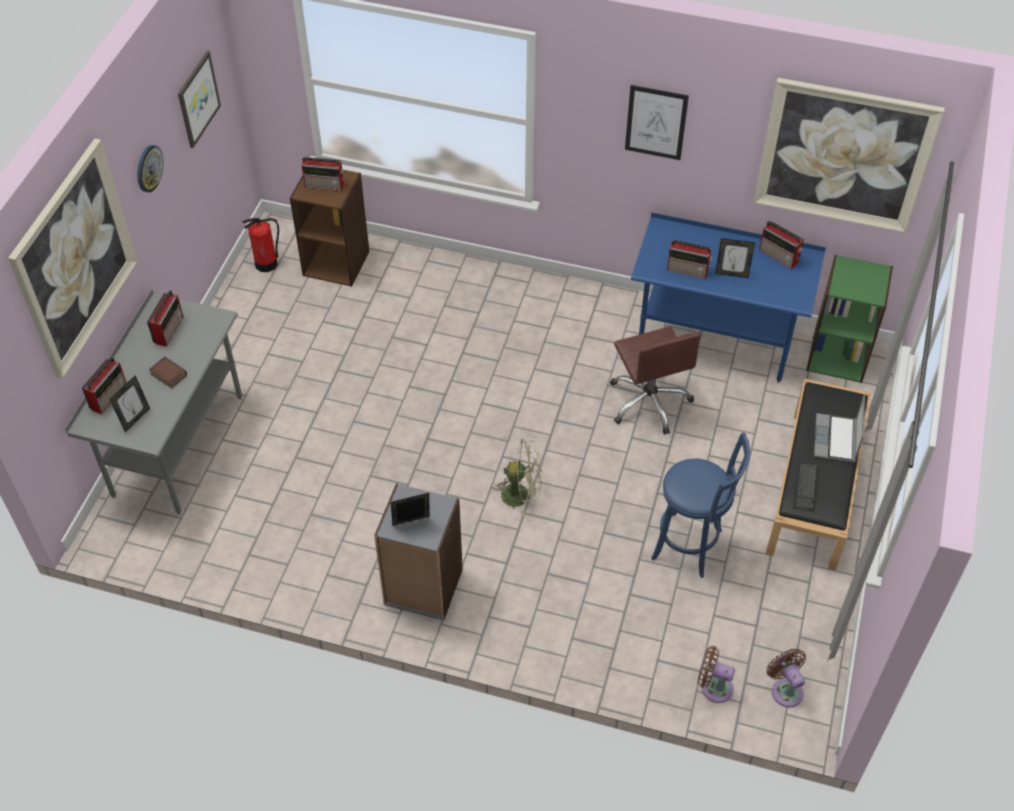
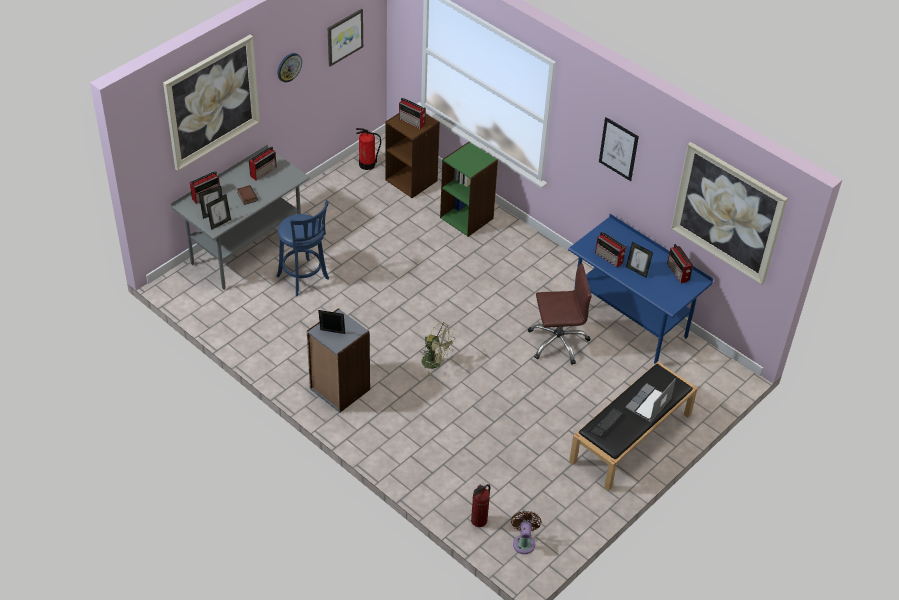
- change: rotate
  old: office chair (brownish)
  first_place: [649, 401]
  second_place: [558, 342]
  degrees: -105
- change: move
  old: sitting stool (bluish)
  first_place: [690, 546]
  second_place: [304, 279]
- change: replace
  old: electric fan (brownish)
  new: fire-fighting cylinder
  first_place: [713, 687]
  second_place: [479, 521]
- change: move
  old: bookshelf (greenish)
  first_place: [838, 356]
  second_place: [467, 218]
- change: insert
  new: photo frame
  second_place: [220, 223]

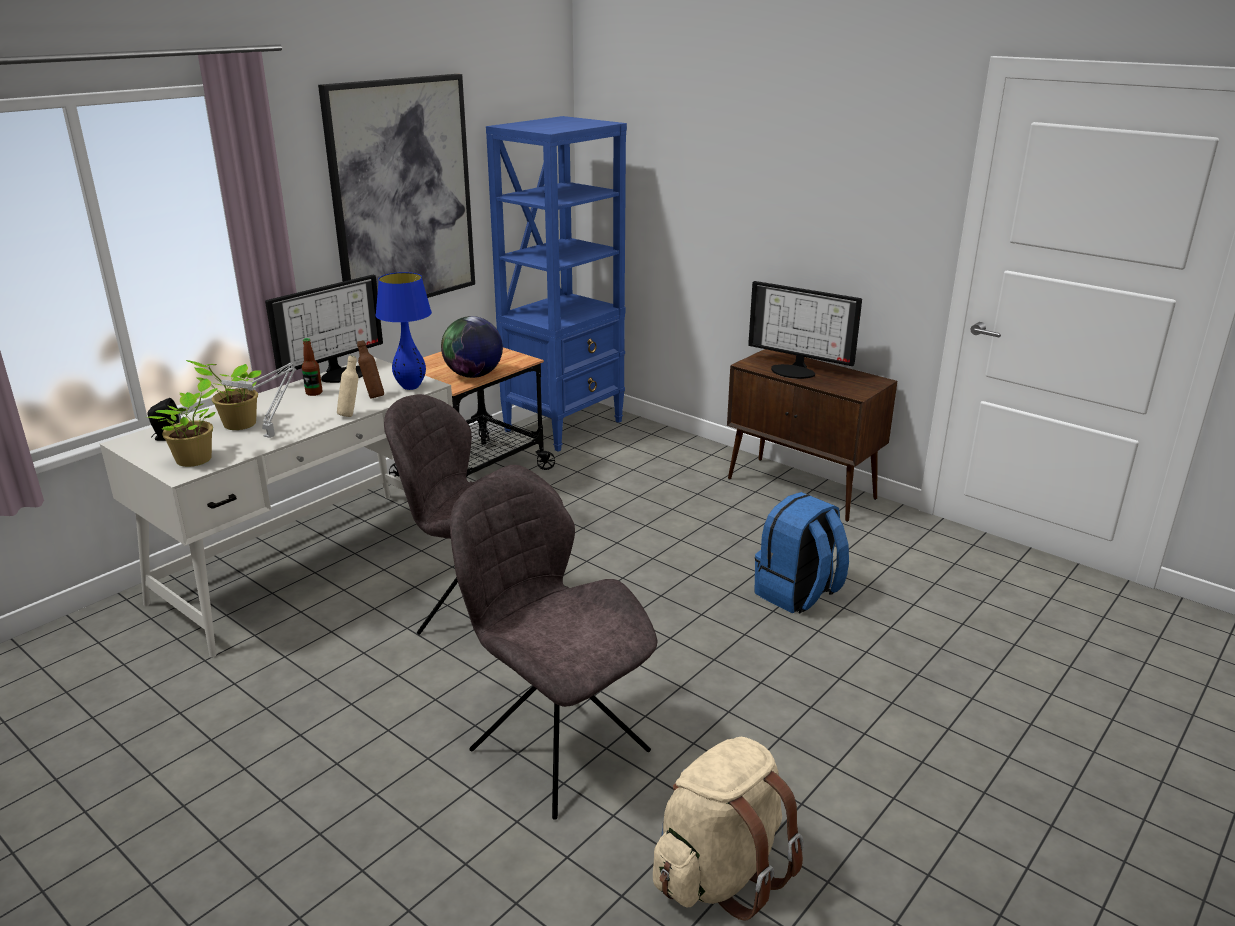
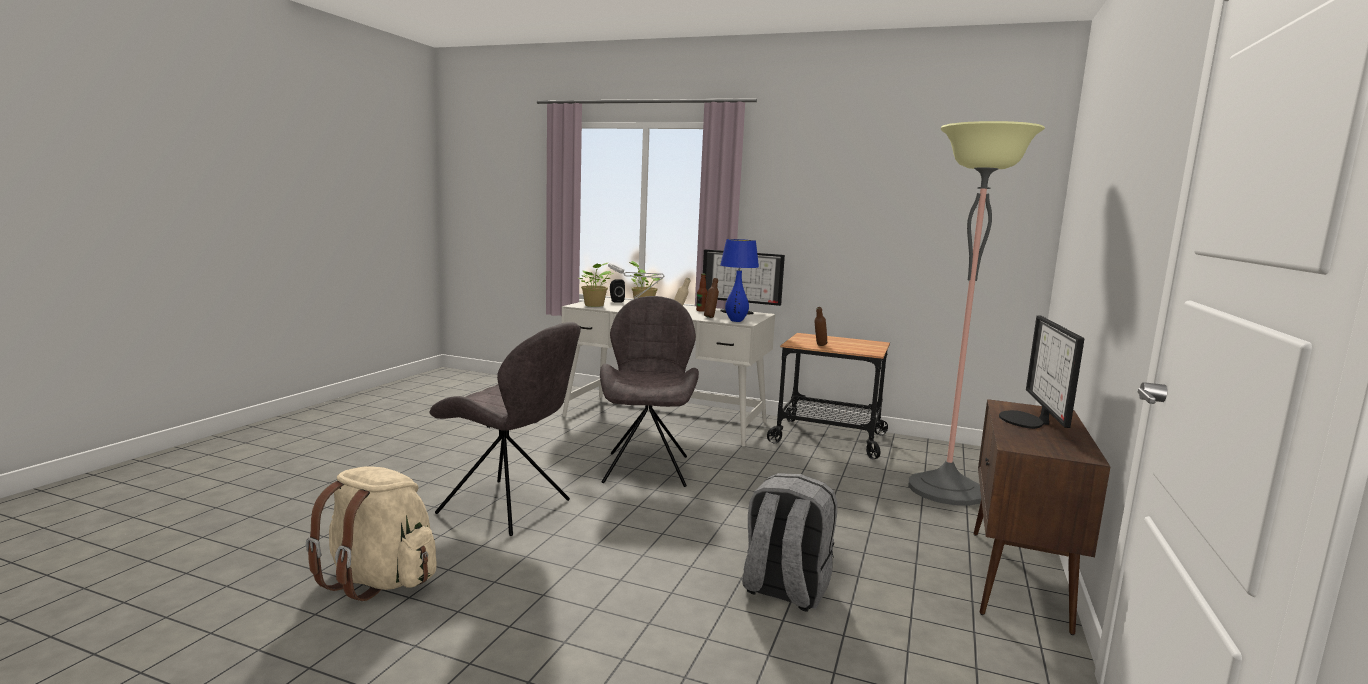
- change: delete
  old: picture
  first_place: [402, 194]
- change: replace
  old: world globe
  new: drink bottle (brownish)
  first_place: [473, 375]
  second_place: [819, 346]
- change: rotate
  old: chair (gray)
  first_place: [555, 747]
  second_place: [508, 508]
  degrees: 90
- change: delete
  old: bookshelf (bluish)
  first_place: [565, 425]
- change: recolor
  old: knapsack (bluish)
  new: knapsack (gray)
  first_place: [798, 594]
  second_place: [784, 590]
- change: insert
  new: standard lamp
  second_place: [946, 490]

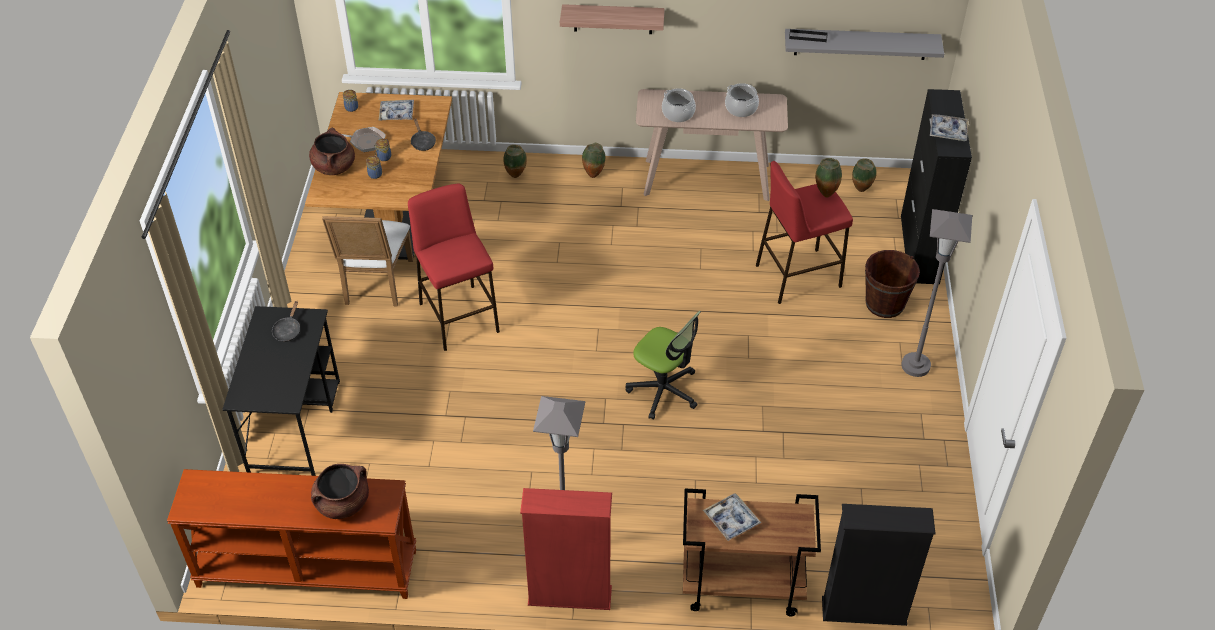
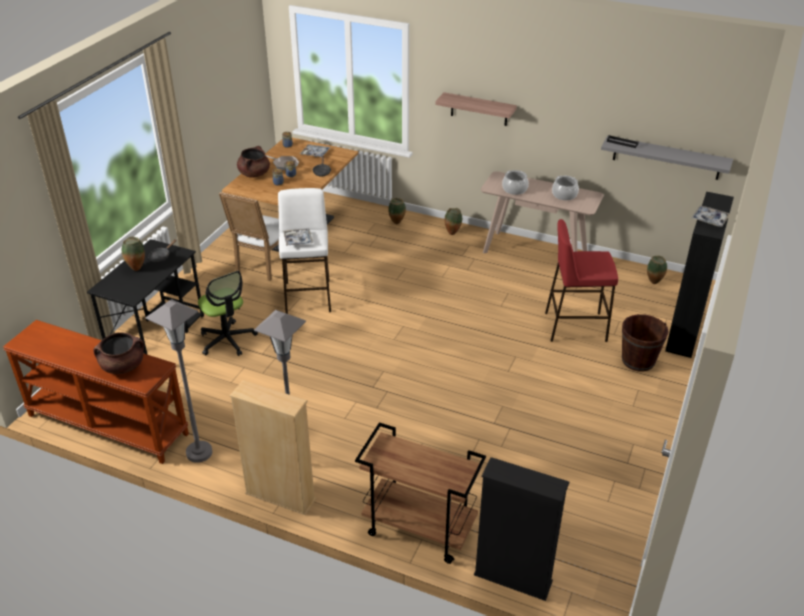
- change: recolor
  old: sitting stool (red-coloured)
  new: sitting stool (white-coloured)
  first_place: [459, 317]
  second_place: [308, 296]
- change: recolor
  old: bookshelf (red-coloured)
  new: bookshelf (sand-coloured)
  first_place: [570, 596]
  second_place: [280, 496]
- change: move
  old: office chair
  first_place: [664, 390]
  second_place: [227, 340]
- change: move
  old: serving tray
  first_place: [731, 520]
  second_place: [298, 240]
- change: move
  old: flower vase
  first_place: [825, 194]
  second_place: [136, 268]
- change: move
  old: standard lamp (gray)
  first_place: [915, 366]
  second_place: [199, 453]

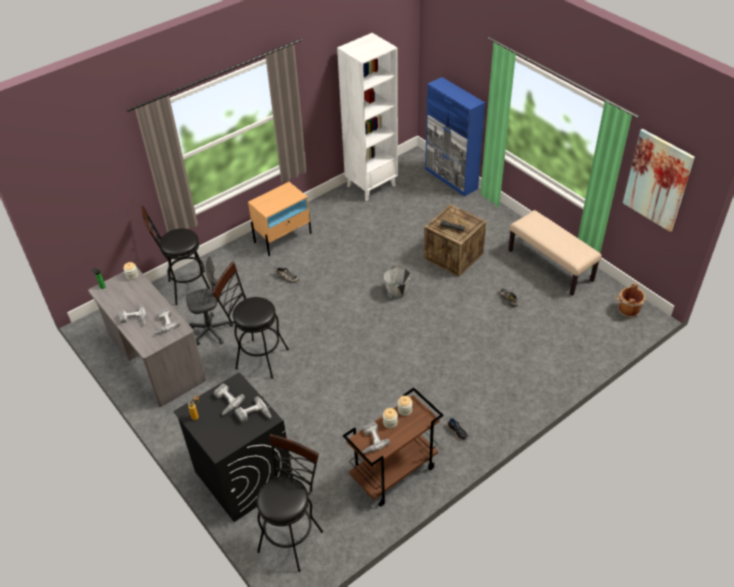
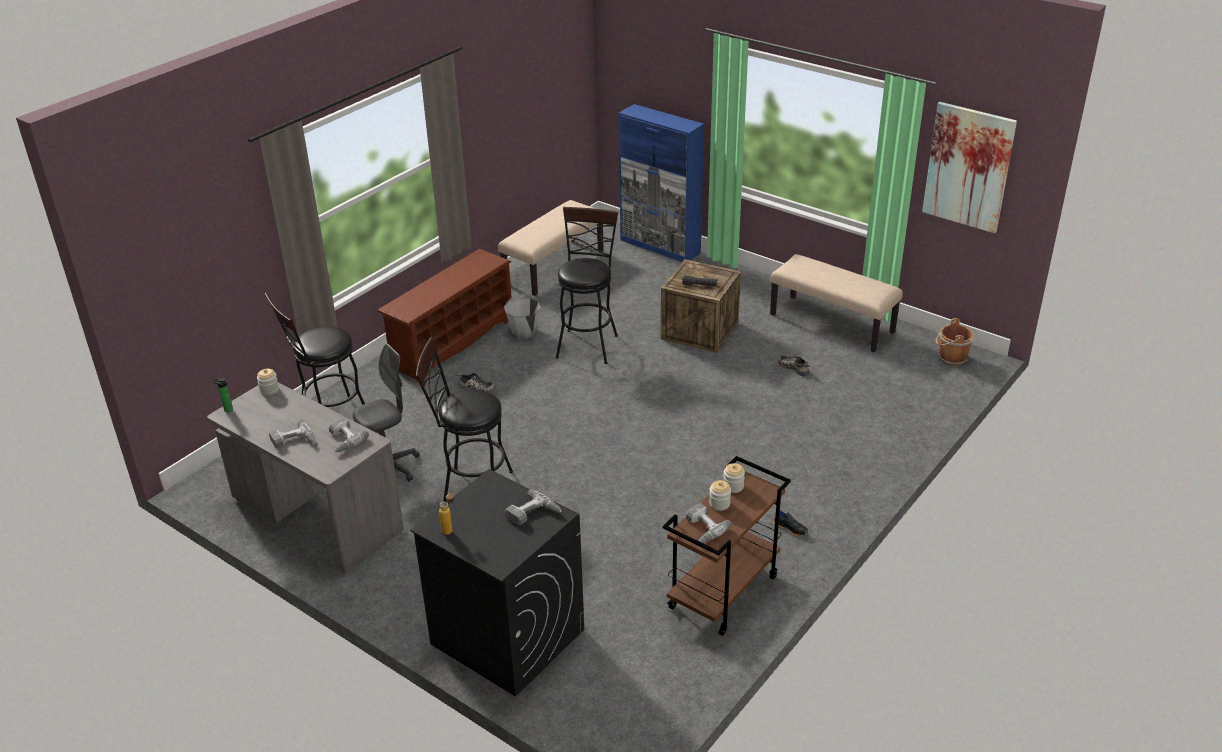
- change: delete
  old: power drill
  first_place: [225, 402]
- change: replace
  old: nightstand (sand-coloured)
  new: shoe shelf (brownish)
  first_place: [283, 237]
  second_place: [452, 342]
- change: move
  old: sitting stool (black)
  first_place: [293, 536]
  second_place: [588, 343]
- change: replace
  old: bookshelf (white-coloured)
  new: bench (sand-coloured)
  first_place: [371, 185]
  second_place: [553, 267]
- change: move
  old: pail (gray)
  first_place: [397, 292]
  second_place: [524, 332]

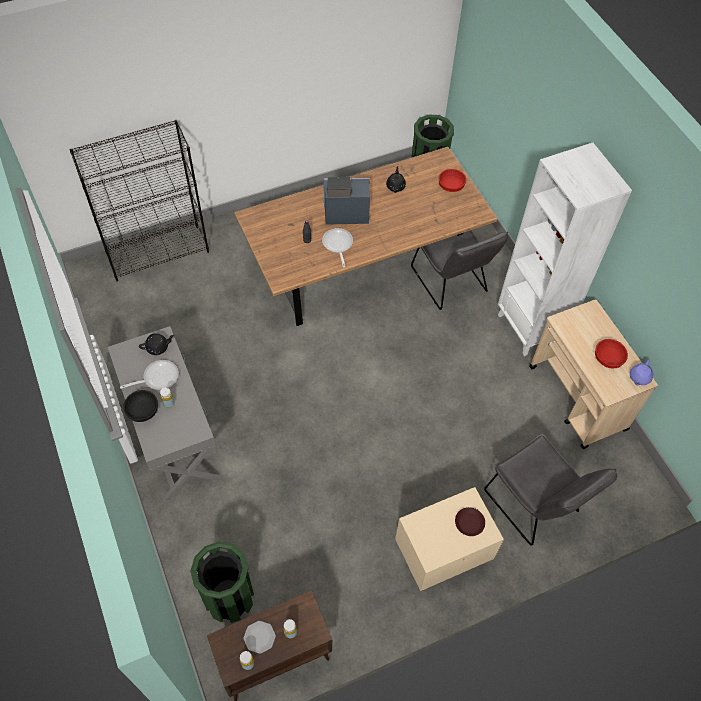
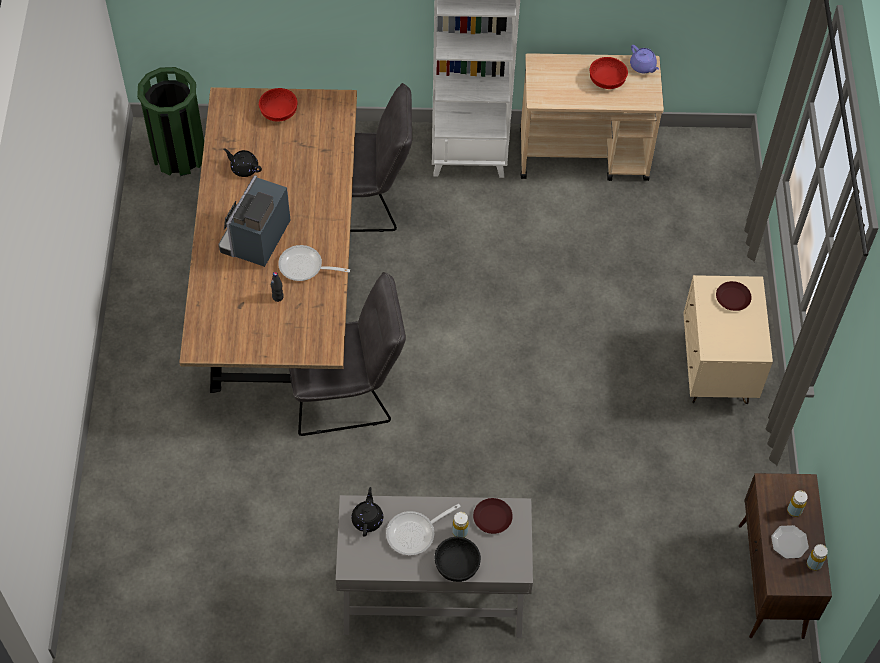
- change: delete
  old: bookshelf (black)
  first_place: [158, 253]
- change: rotate
  old: skillet
  first_place: [157, 378]
  second_place: [415, 533]
  degrees: -120
- change: delete
  old: rubbish bin (greenish)
  first_place: [229, 598]
- change: move
  old: chair (gray)
  first_place: [535, 506]
  second_place: [348, 393]
- change: insert
  new: dinner plate (brownish)
  second_place: [492, 518]

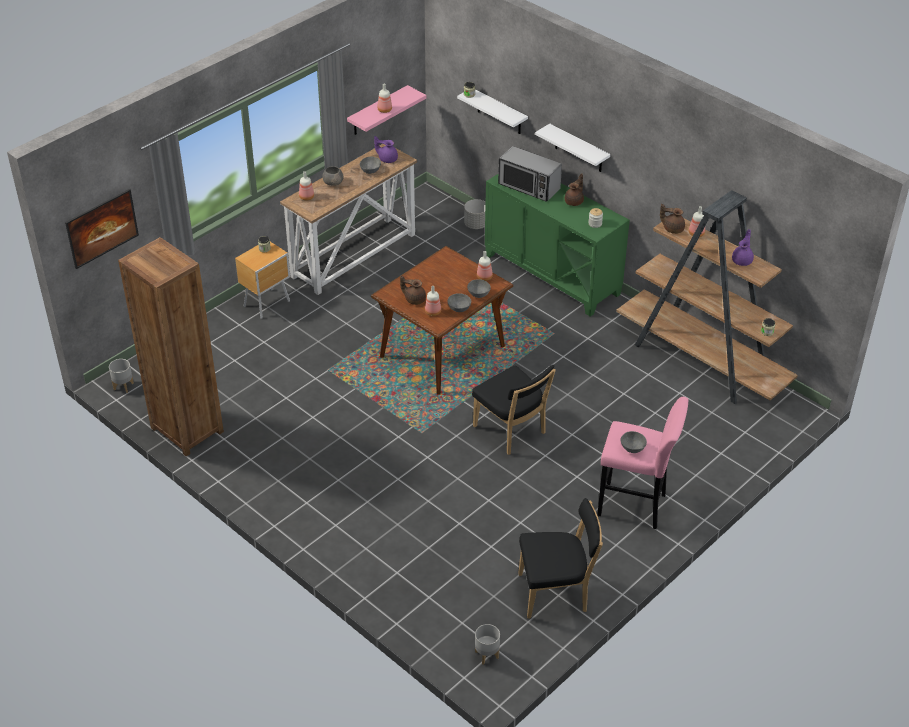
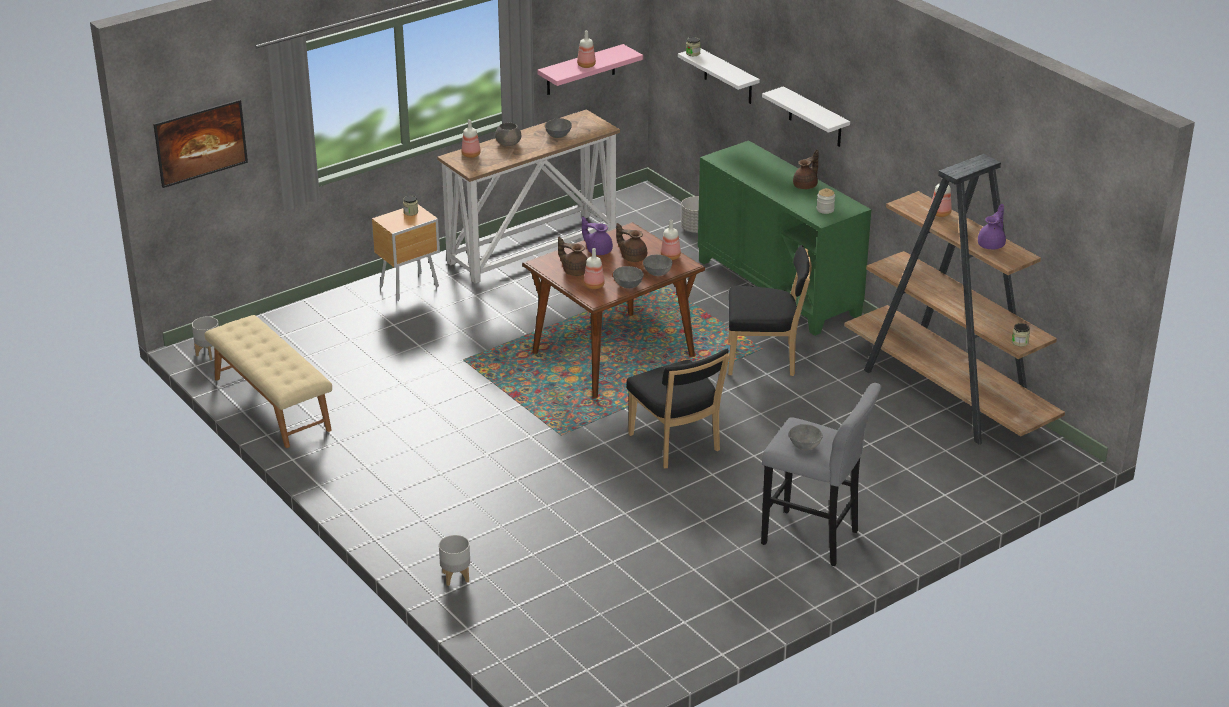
- change: replace
  old: bookshelf (brownish)
  new: bench (sand-coloured)
  first_place: [187, 430]
  second_place: [271, 404]
- change: move
  old: teapot (purple-coloured)
  first_place: [387, 159]
  second_place: [598, 250]
- change: move
  old: plant pot (gray)
  first_place: [487, 655]
  second_place: [456, 577]
- change: delete
  old: kitchen microwave
  first_place: [529, 187]
- change: move
  old: chair (black)
  first_place: [556, 593]
  second_place: [765, 359]
- change: recolor
  old: sitting stool (pink-coloured)
  new: sitting stool (gray)
  first_place: [635, 506]
  second_place: [814, 539]
- change: move
  old: teapot (brownish)
  first_place: [672, 228]
  second_place: [633, 257]

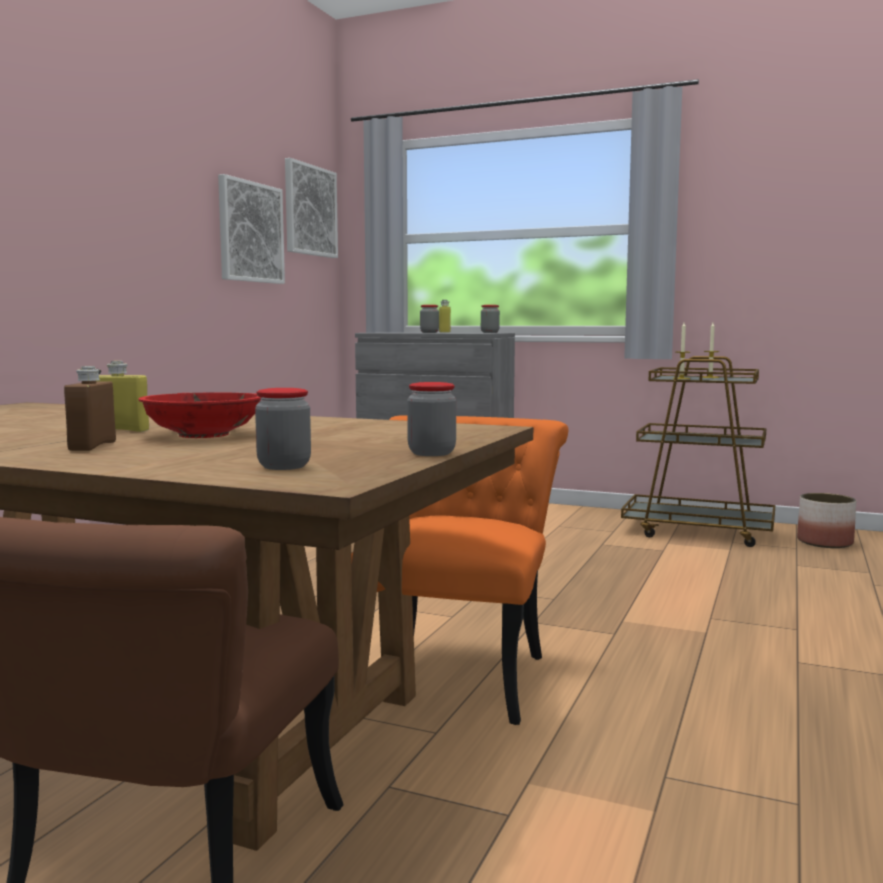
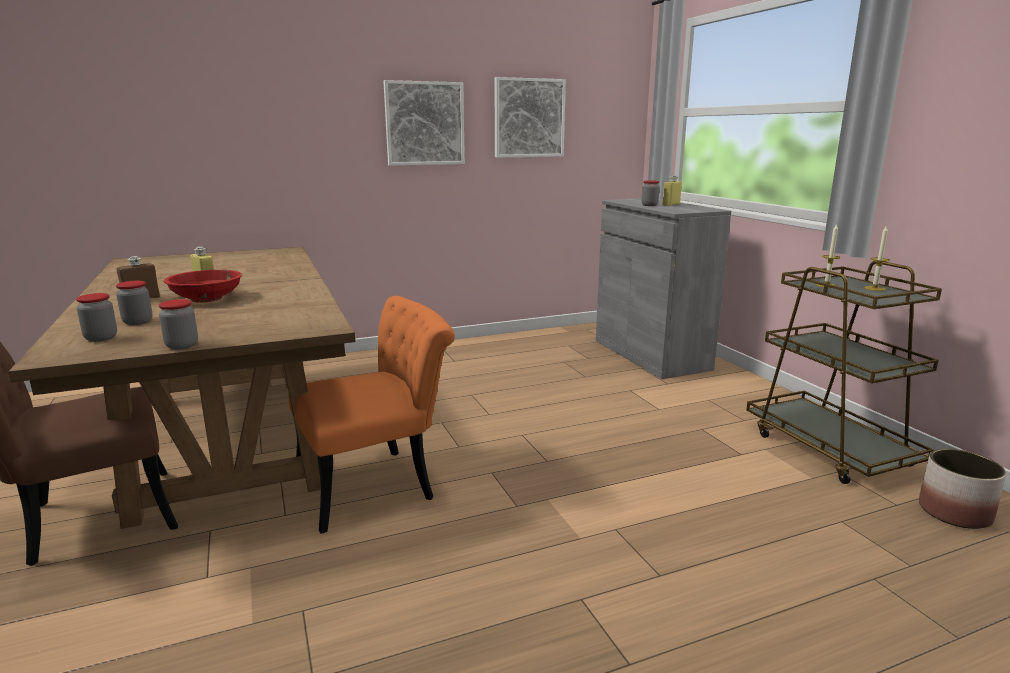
- change: move
  old: picture
  first_place: [310, 210]
  second_place: [424, 123]
- change: move
  old: preserve jar
  first_place: [490, 332]
  second_place: [138, 322]

